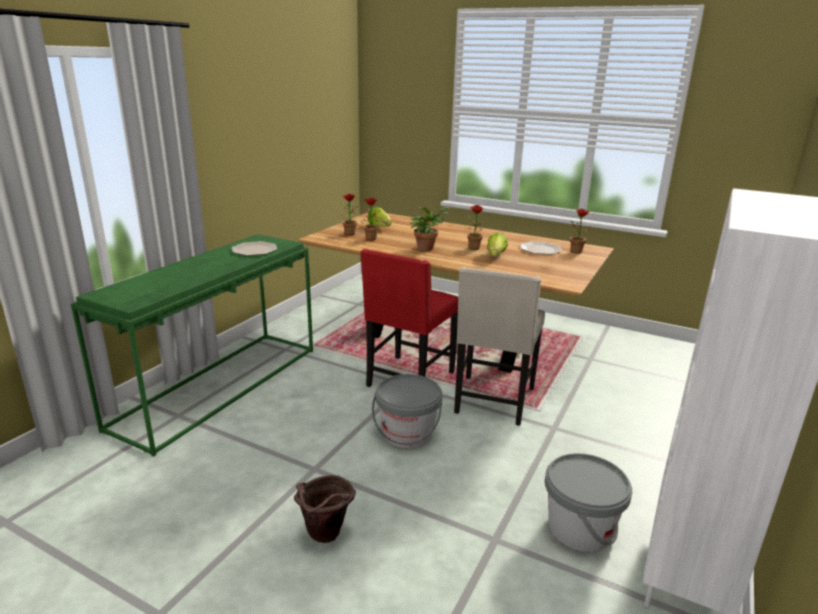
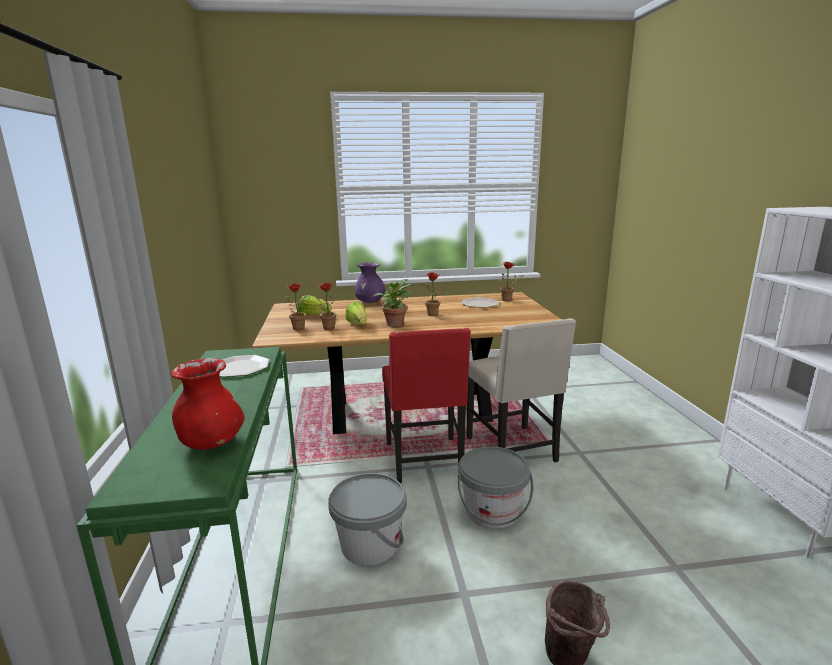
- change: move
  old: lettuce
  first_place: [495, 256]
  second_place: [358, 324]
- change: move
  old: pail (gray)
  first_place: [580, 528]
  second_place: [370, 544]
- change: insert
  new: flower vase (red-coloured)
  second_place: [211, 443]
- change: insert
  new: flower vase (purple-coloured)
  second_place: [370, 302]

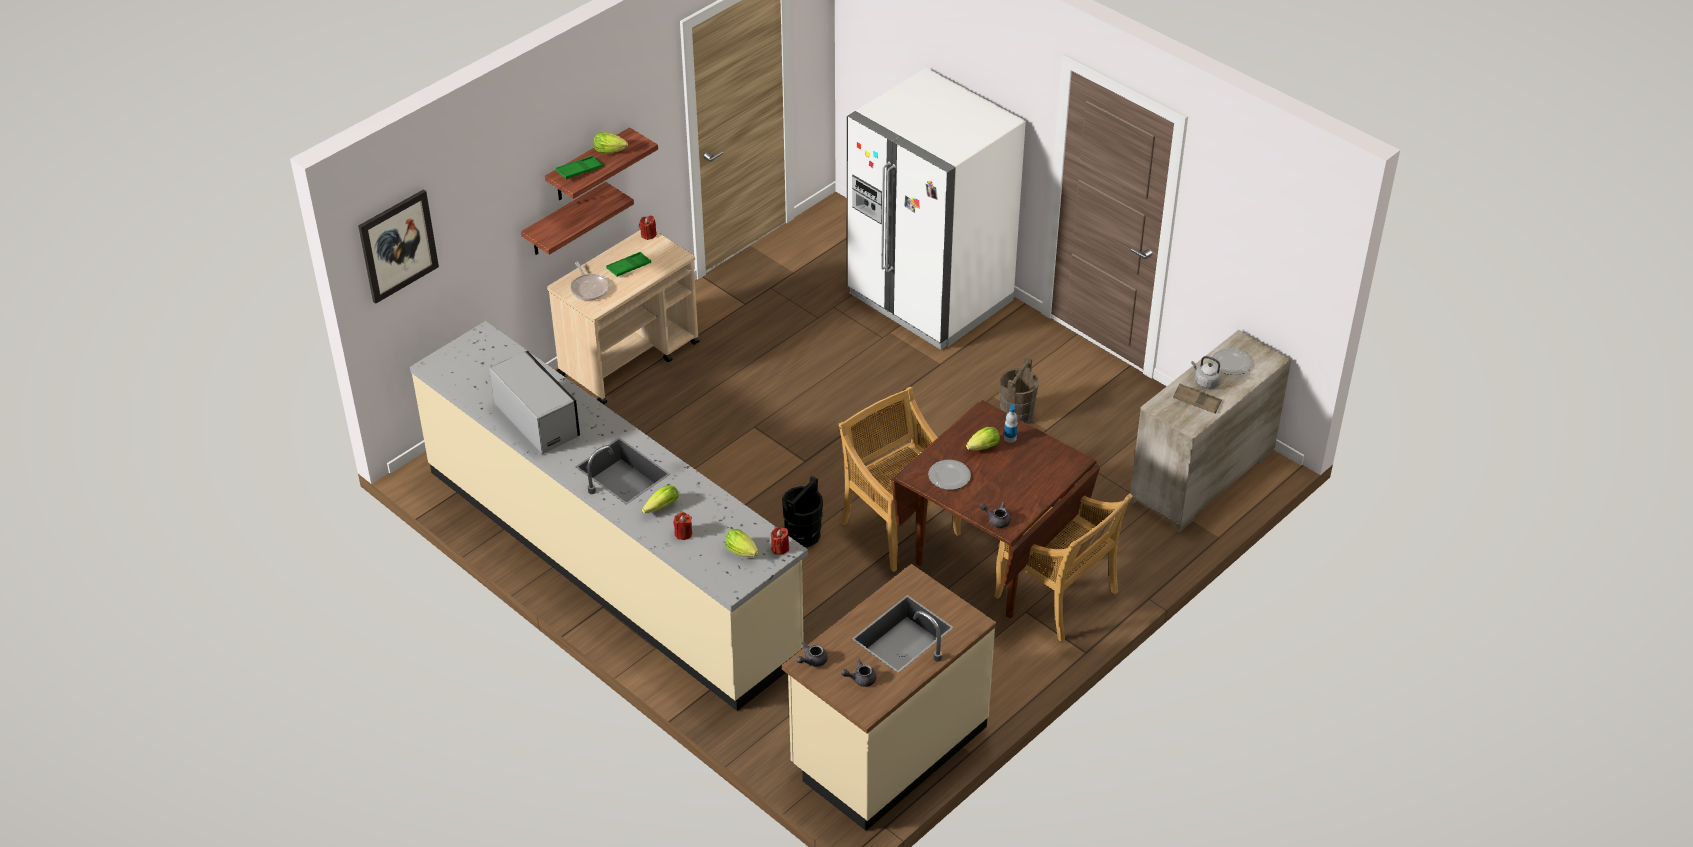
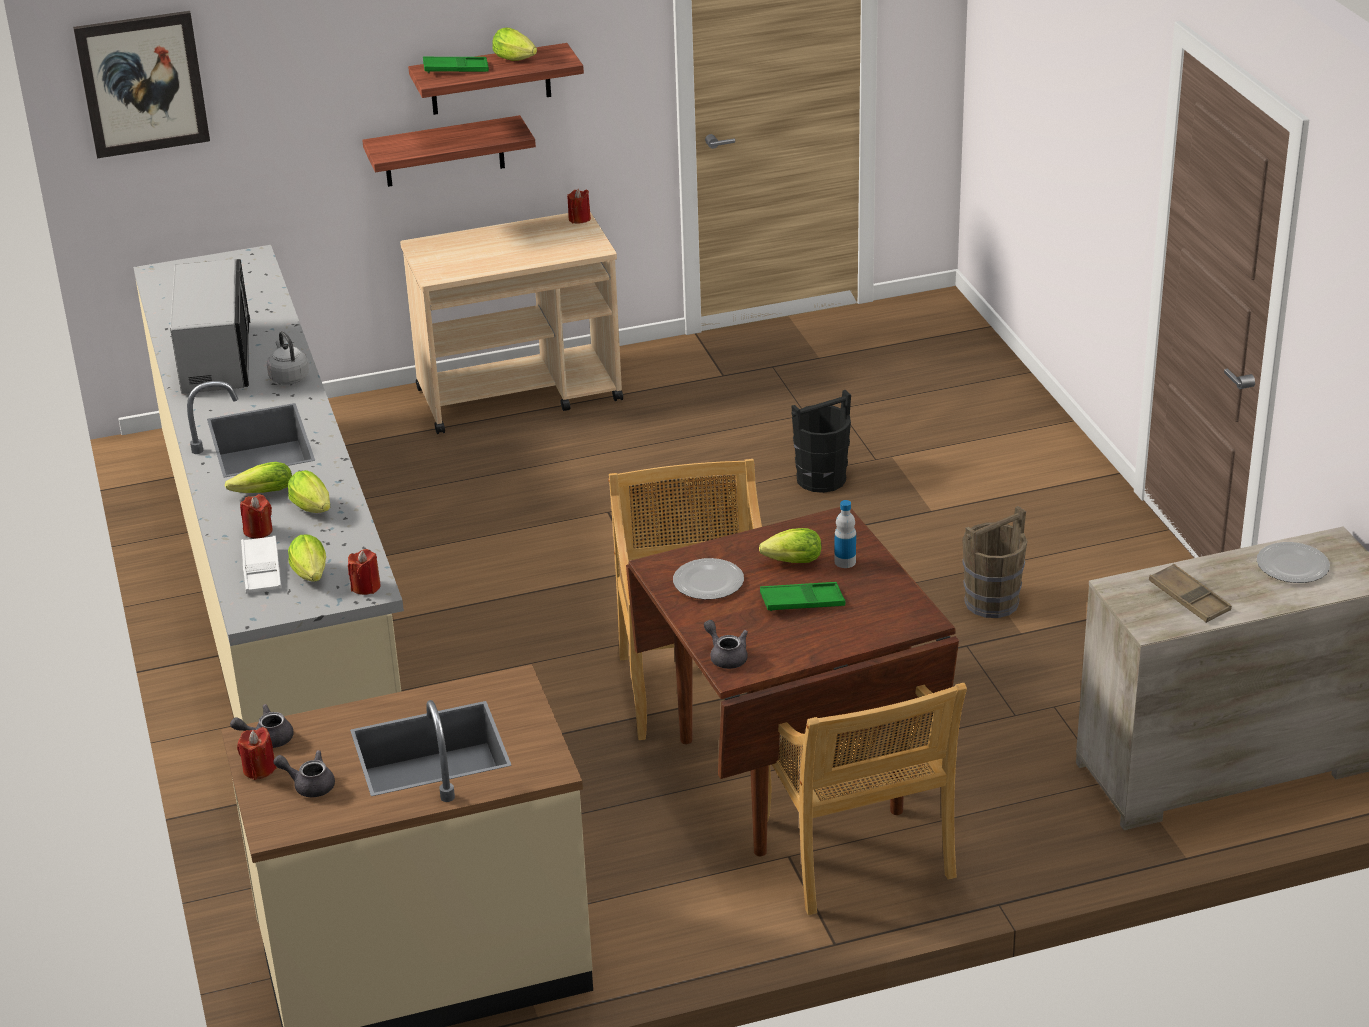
- change: delete
  old: skillet
  first_place: [589, 288]
- change: move
  old: serving tray (greenish)
  first_place: [628, 267]
  second_place: [802, 602]
- change: move
  old: pail (black)
  first_place: [803, 534]
  second_place: [821, 479]
- change: delete
  old: refrigerator (white-coloured)
  first_place: [929, 298]
- change: move
  old: water kettle (gray)
  first_place: [1205, 382]
  second_place: [288, 377]
- change: insert
  new: wax light (red-coloured)
  second_place: [259, 769]
- change: insert
  new: serving tray (white-coloured)
  second_place: [262, 570]
- change: insert
  new: lettuce
  second_place: [314, 510]

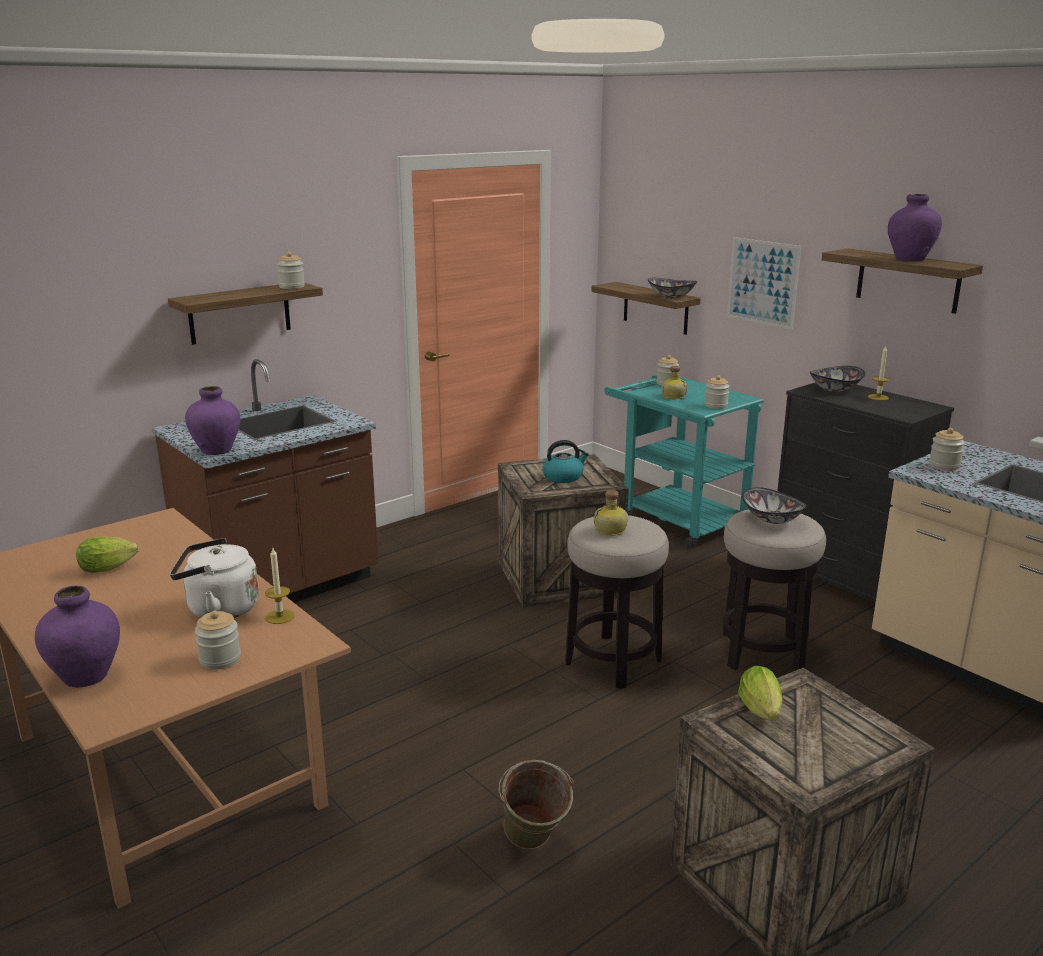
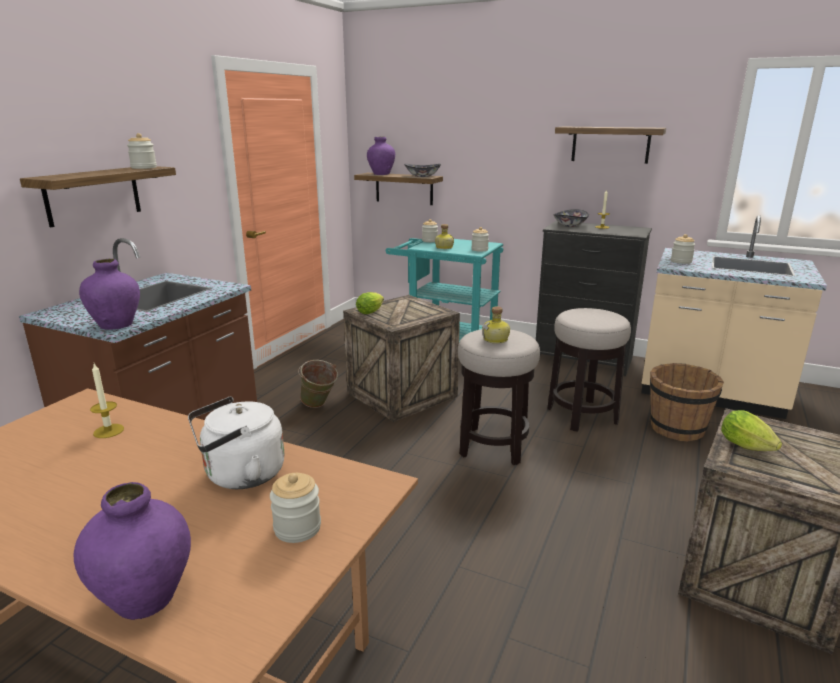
- change: move
  old: lettuce
  first_place: [110, 568]
  second_place: [371, 312]
- change: move
  old: wax light
  first_place: [280, 616]
  second_place: [108, 431]
- change: move
  old: pail (greenish)
  first_place: [533, 846]
  second_place: [319, 406]
- change: delete
  old: water kettle
  first_place: [563, 477]
- change: delete
  old: picture
  first_place: [762, 282]
- change: delete
  old: serving bowl
  first_place: [771, 519]
- change: move
  old: flower vase (purple-coloured)
  first_place: [909, 259]
  second_place: [381, 174]
- change: insert
  new: pail (brownish)
  second_place: [677, 429]

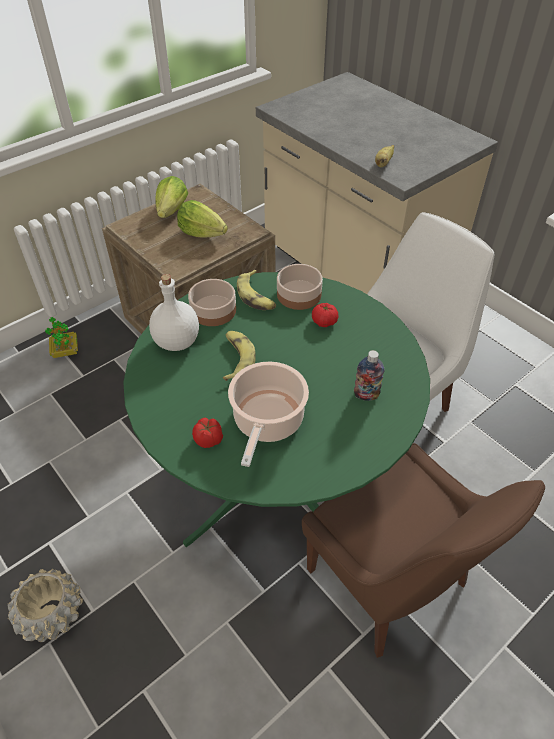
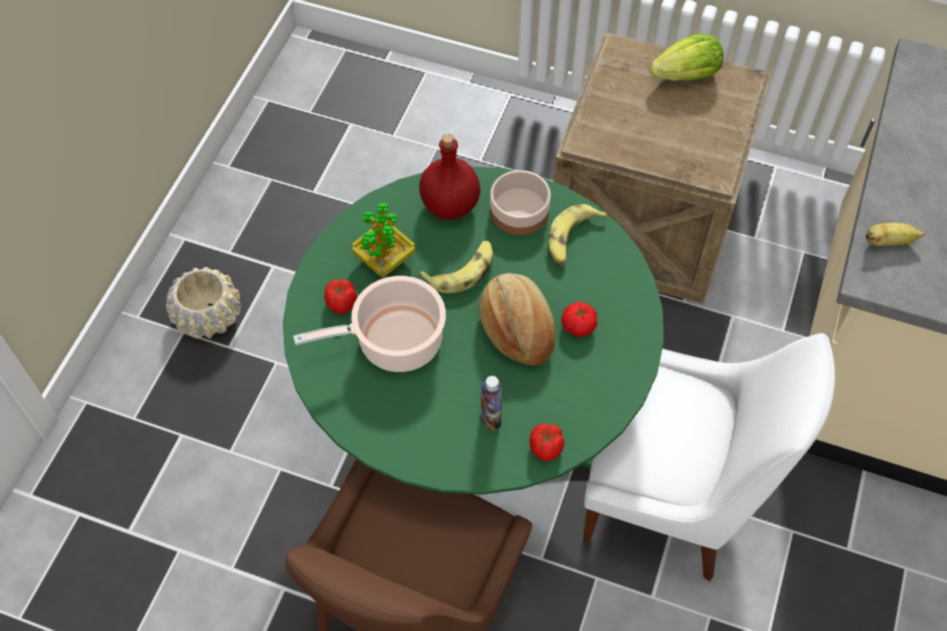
- change: move
  old: potted plant
  first_place: [66, 351]
  second_place: [384, 259]
- change: recolor
  old: drink bottle (white-coloured)
  new: drink bottle (red-coloured)
  first_place: [176, 342]
  second_place: [449, 205]
- change: delete
  old: lettuce
  first_place: [201, 233]
- change: delete
  old: serving bowl
  first_place: [298, 295]
- change: insert
  new: bakery bread
  second_place: [516, 328]
- change: insert
  new: fresh tomato
  second_place: [546, 449]

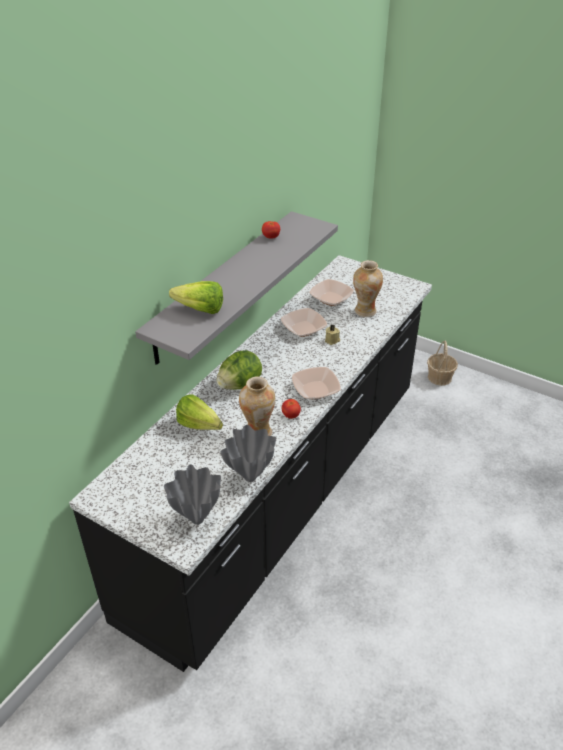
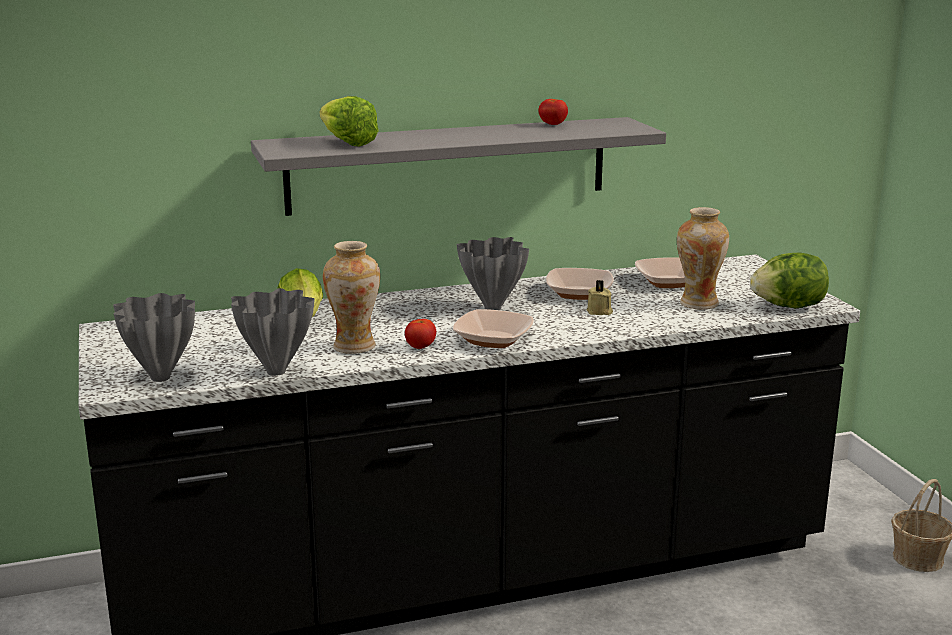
- change: move
  old: lettuce
  first_place: [239, 384]
  second_place: [788, 306]
- change: insert
  new: flower vase (gray)
  second_place: [492, 309]

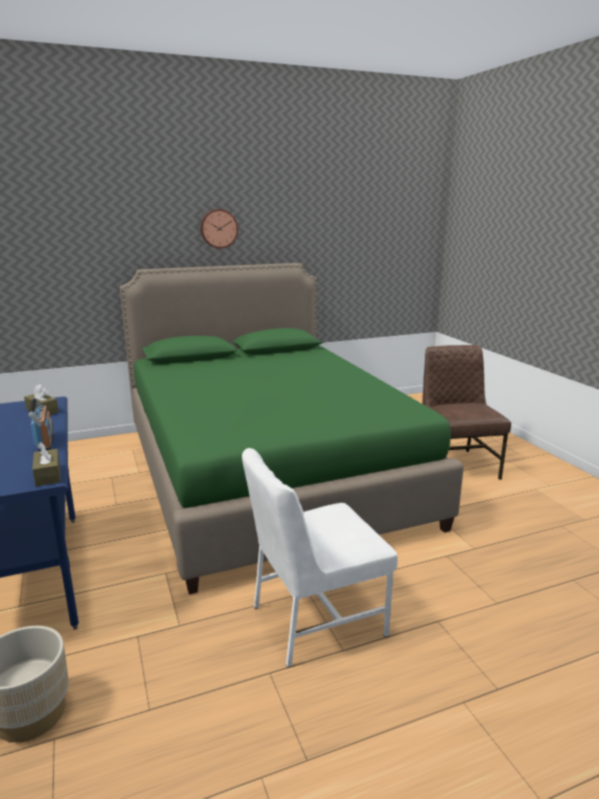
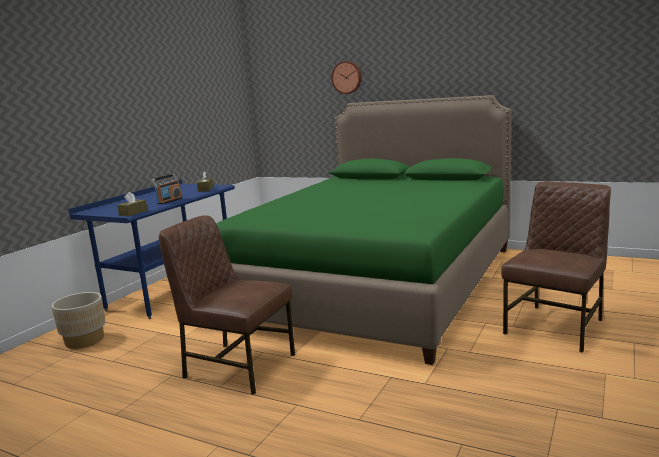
- change: move
  old: hanging clock
  first_place: [218, 228]
  second_place: [347, 77]
- change: recolor
  old: chair (white-coloured)
  new: chair (brownish)
  first_place: [315, 620]
  second_place: [237, 366]

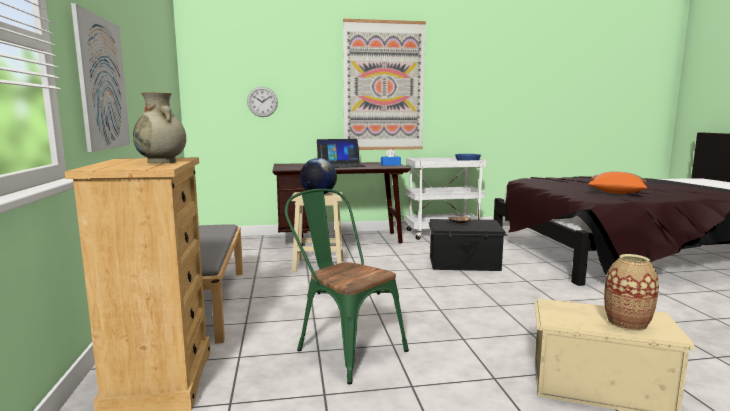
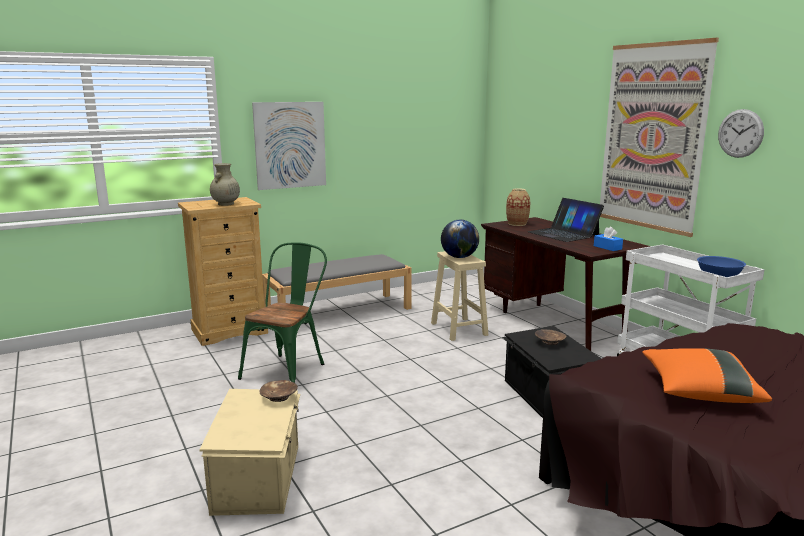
- change: move
  old: hanging clock
  first_place: [262, 102]
  second_place: [740, 133]
- change: move
  old: flower vase
  first_place: [627, 323]
  second_place: [517, 224]
- change: insert
  new: serving bowl (brownish)
  second_place: [279, 396]

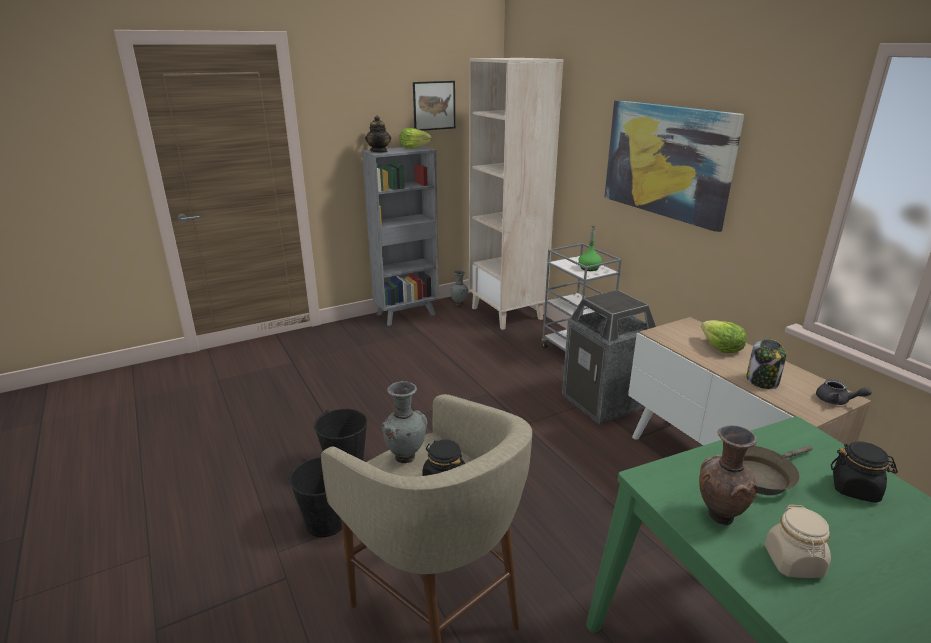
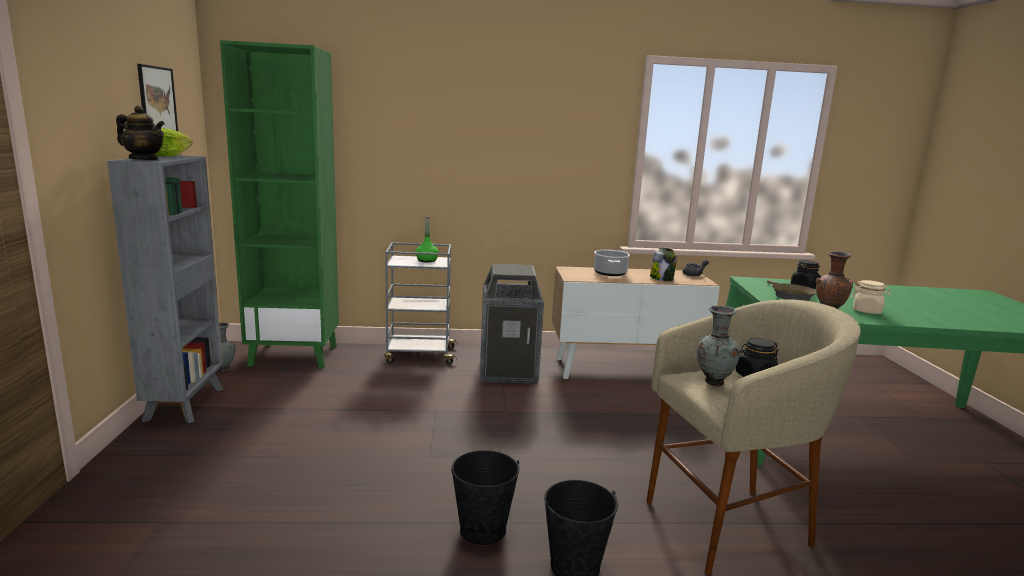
- change: recolor
  old: bookshelf (sand-coloured)
  new: bookshelf (greenish)
  first_place: [507, 313]
  second_place: [295, 355]
- change: delete
  old: picture
  first_place: [667, 161]
- change: replace
  old: lettuce
  new: cooking pot
  first_place: [720, 348]
  second_place: [610, 273]

